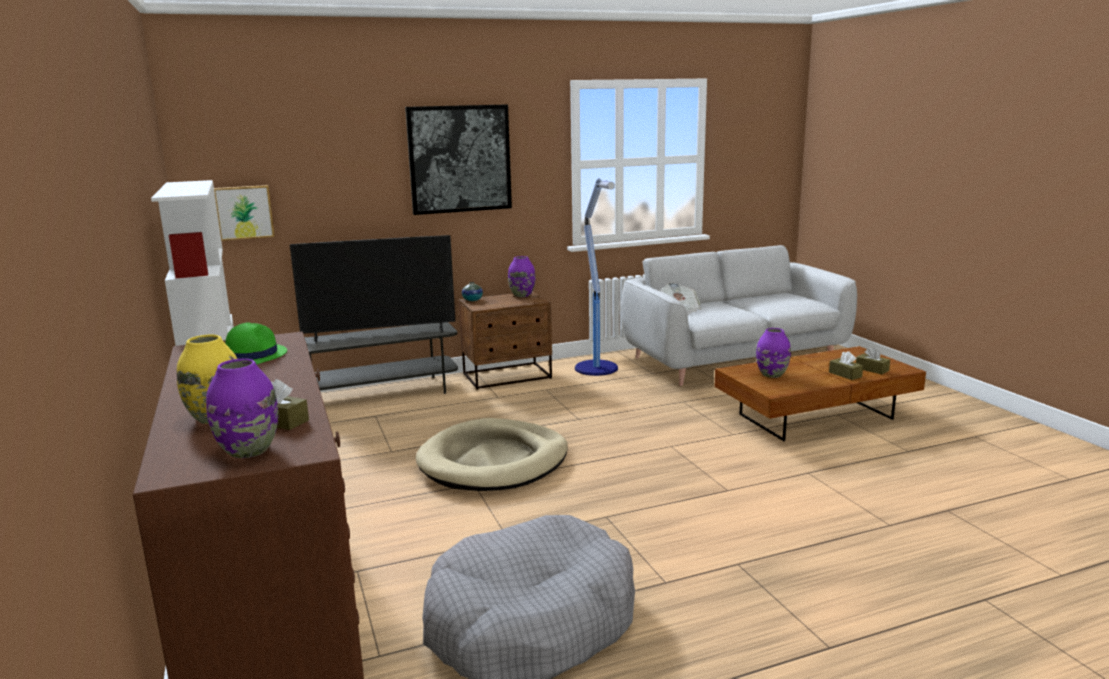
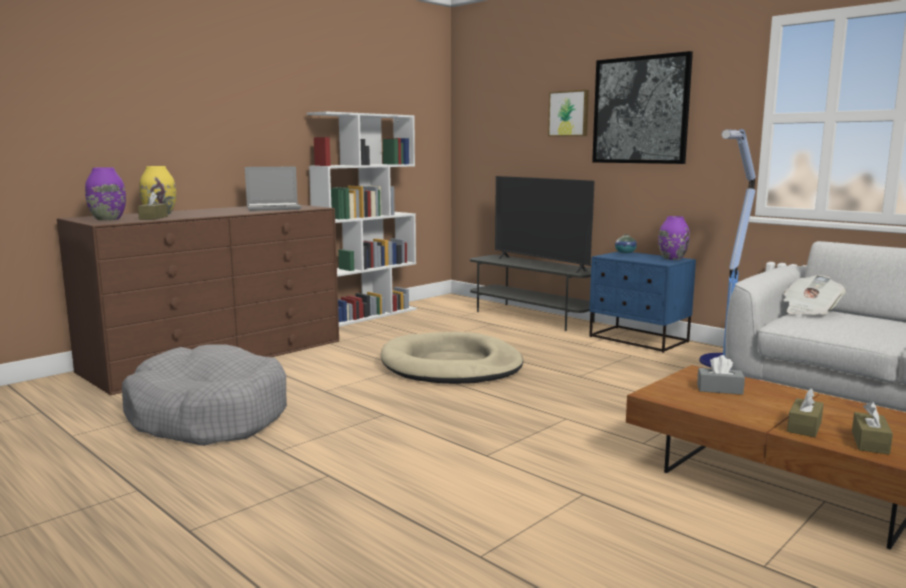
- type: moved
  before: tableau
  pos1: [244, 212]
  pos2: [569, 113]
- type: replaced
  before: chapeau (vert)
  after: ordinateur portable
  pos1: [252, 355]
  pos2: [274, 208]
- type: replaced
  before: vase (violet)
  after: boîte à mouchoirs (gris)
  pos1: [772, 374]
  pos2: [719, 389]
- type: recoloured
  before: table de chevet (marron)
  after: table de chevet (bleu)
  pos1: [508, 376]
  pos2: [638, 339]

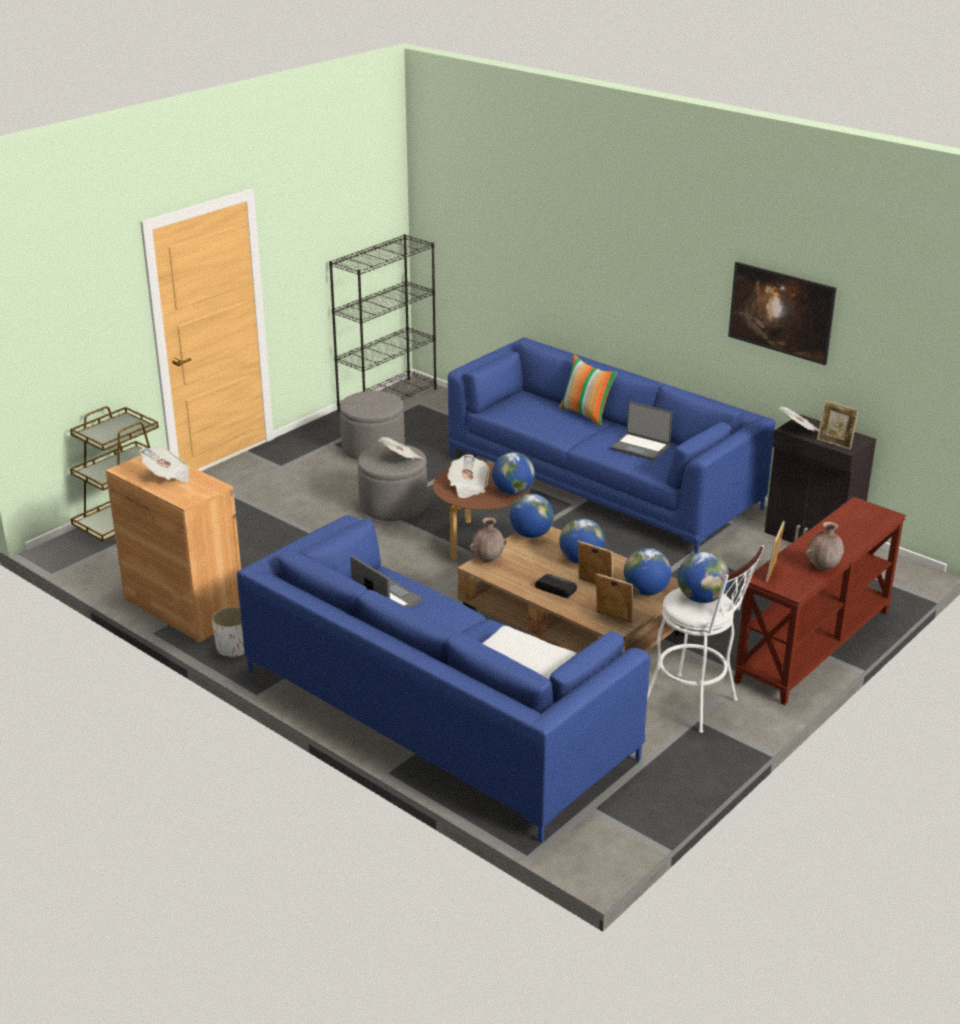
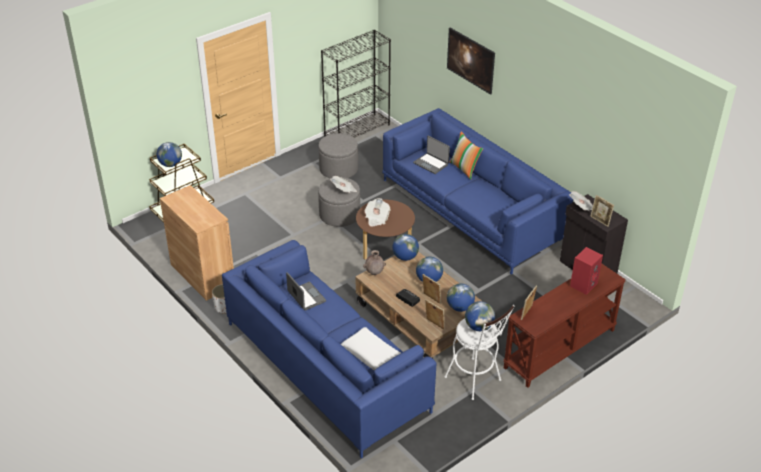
- type: removed
  before: journal
  pos1: [168, 476]
- type: removed
  before: vase (marron)
  pos1: [823, 567]
- type: added
  after: enceinte (rouge)
  pos2: [583, 284]
- type: moved
  before: globe
  pos1: [513, 492]
  pos2: [170, 164]
- type: moved
  before: ordinateur portable
  pos1: [640, 447]
  pos2: [431, 163]
- type: moved
  before: tableau
  pos1: [779, 331]
  pos2: [470, 70]

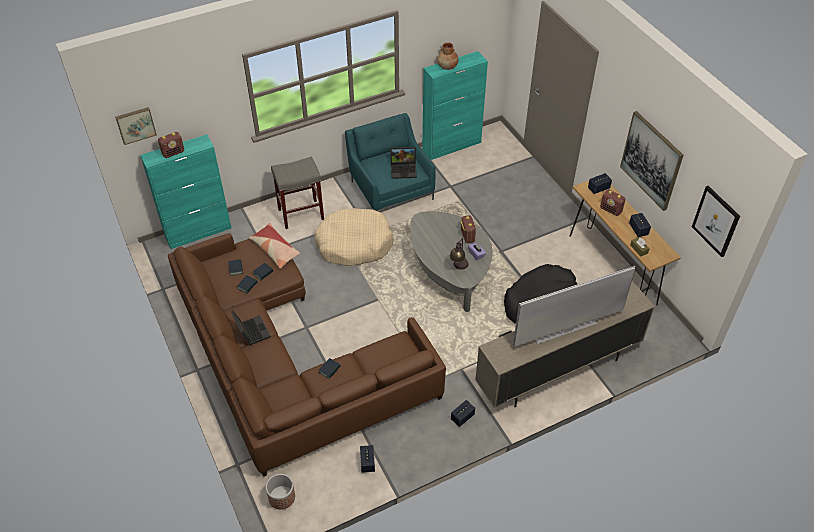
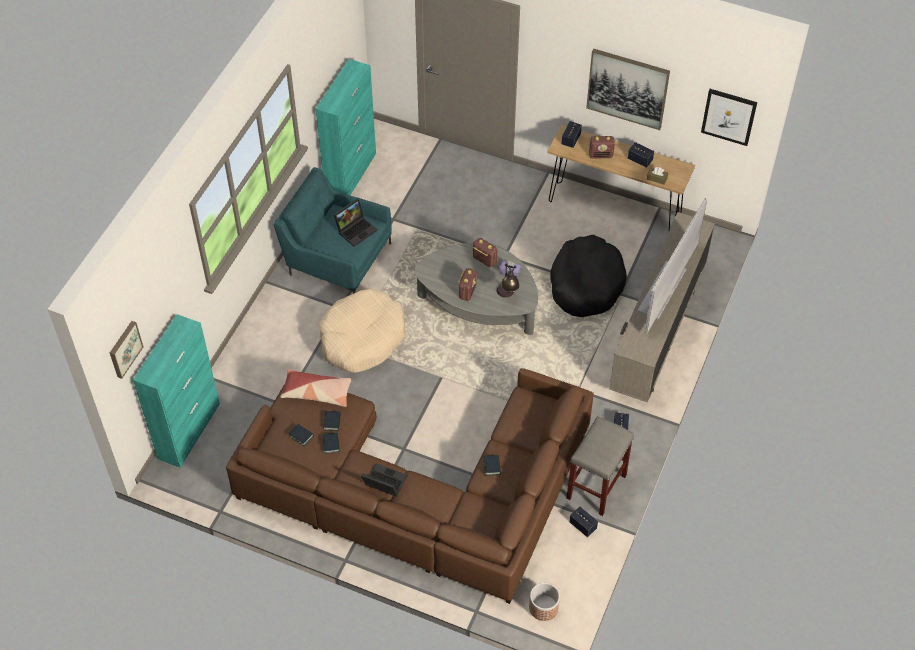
- type: removed
  before: vase (marron)
  pos1: [447, 67]
- type: moved
  before: radio
  pos1: [173, 153]
  pos2: [467, 291]
- type: moved
  before: tabouret (gris)
  pos1: [301, 214]
  pos2: [596, 486]

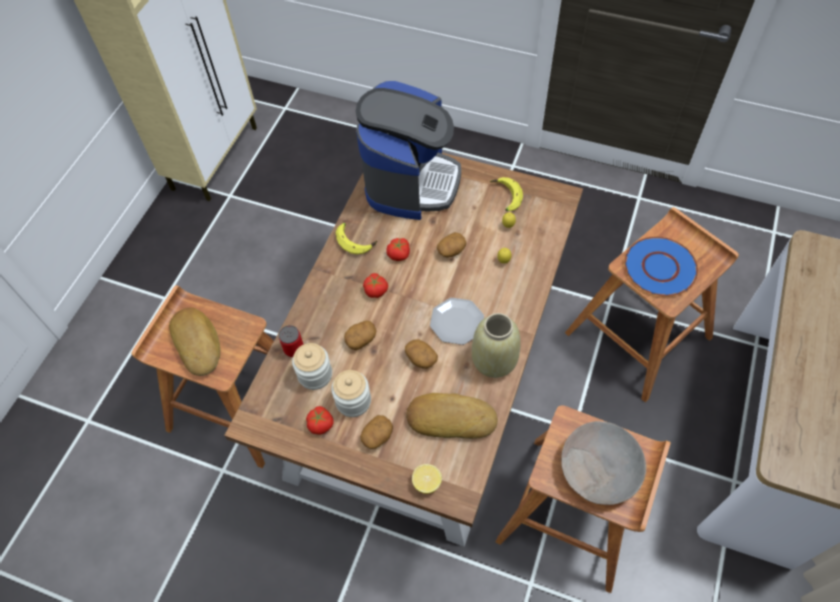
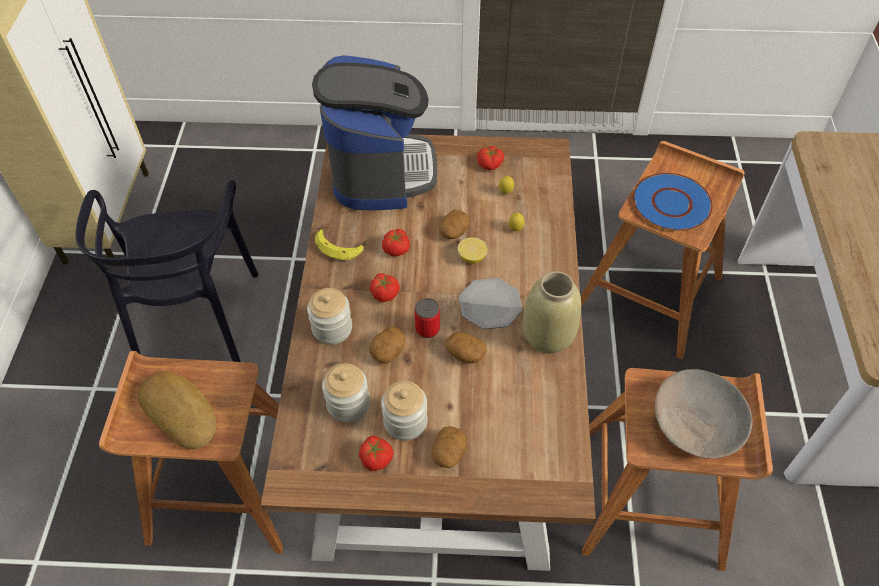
- type: removed
  before: pain
  pos1: [451, 417]
- type: added
  after: chaise (noir)
  pos2: [195, 320]
- type: added
  after: bocal
  pos2: [332, 328]
- type: moved
  before: boîte métallique
  pos1: [294, 349]
  pos2: [427, 329]
- type: moved
  before: citron
  pos1: [427, 482]
  pos2: [472, 257]
- type: replaced
  before: banane
  after: tomate
  pos1: [504, 197]
  pos2: [490, 164]

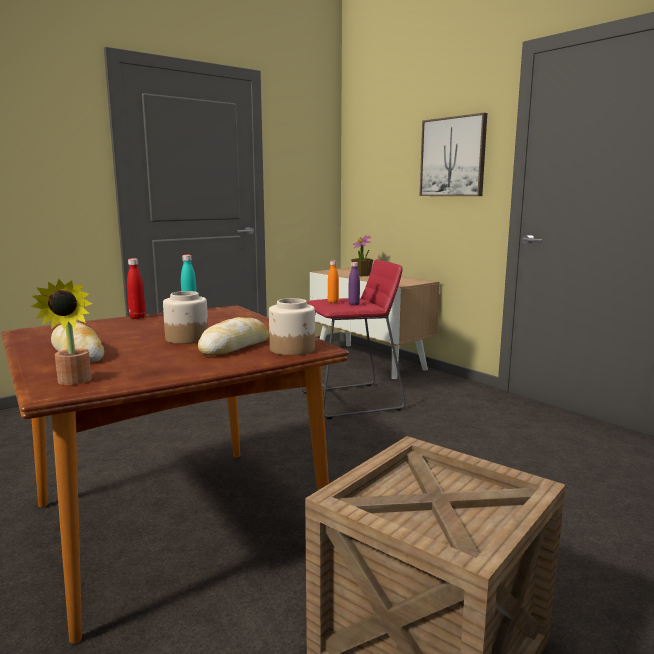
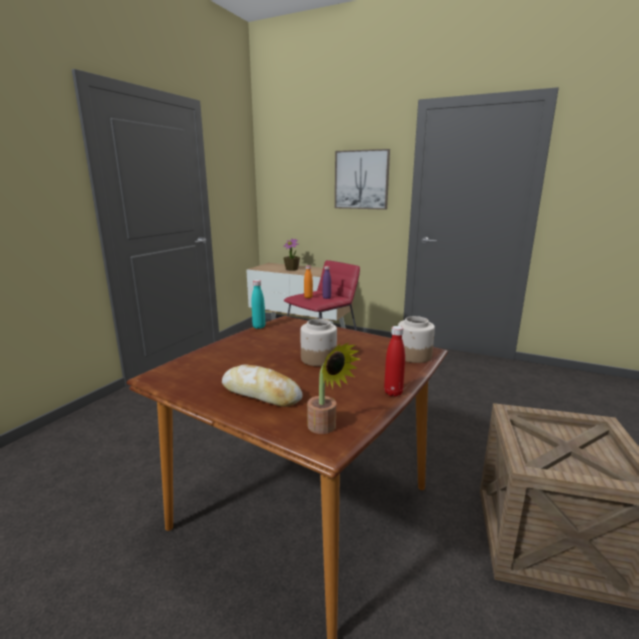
- type: removed
  before: pain
  pos1: [235, 346]
- type: moved
  before: bouteille (rouge)
  pos1: [137, 317]
  pos2: [393, 393]

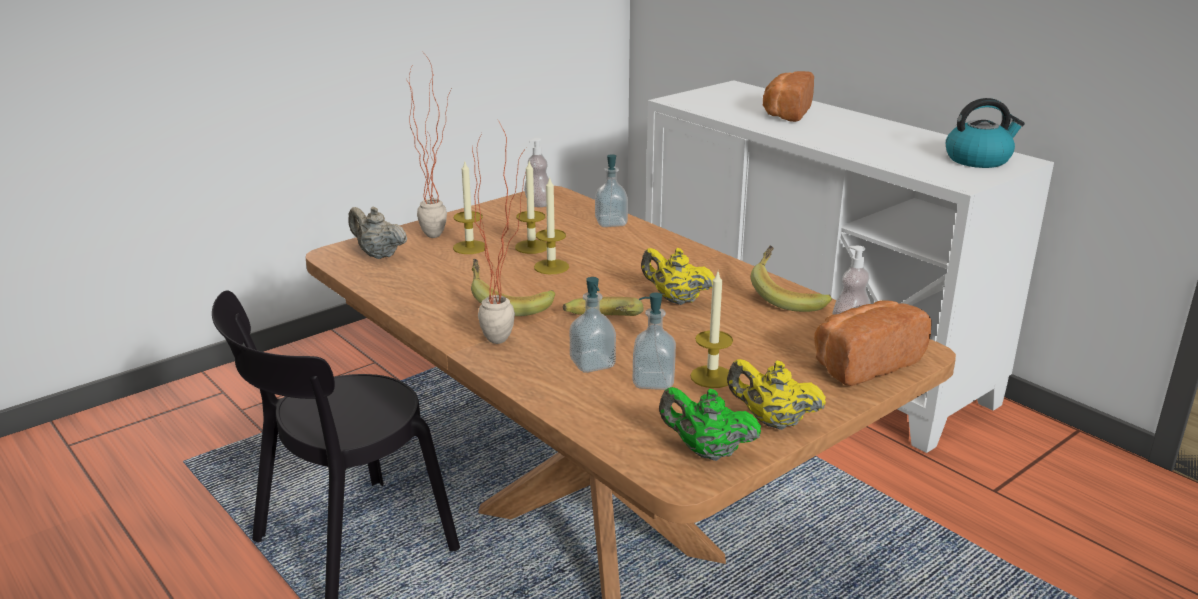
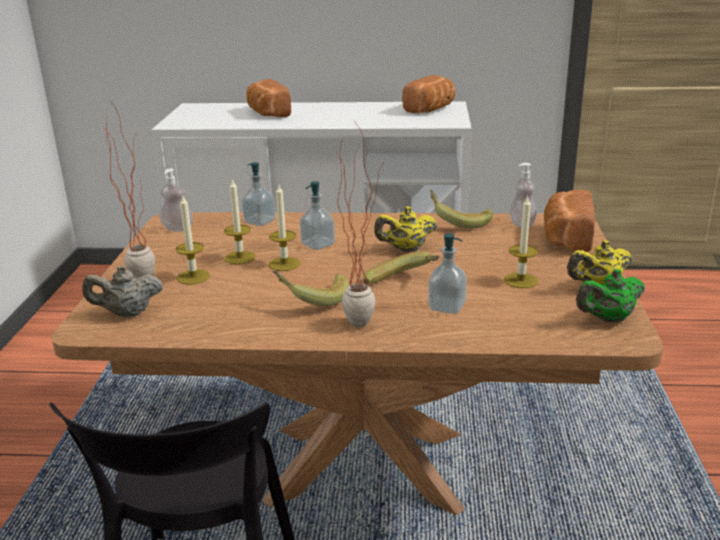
- type: moved
  before: distributeur de savon
  pos1: [653, 381]
  pos2: [318, 245]
- type: replaced
  before: bouilloire
  after: pain
  pos1: [978, 159]
  pos2: [431, 109]

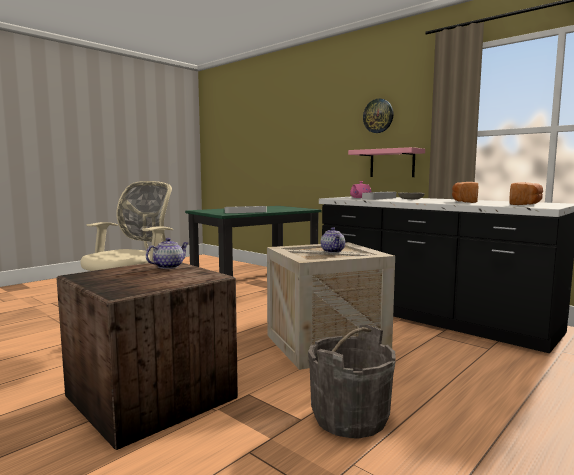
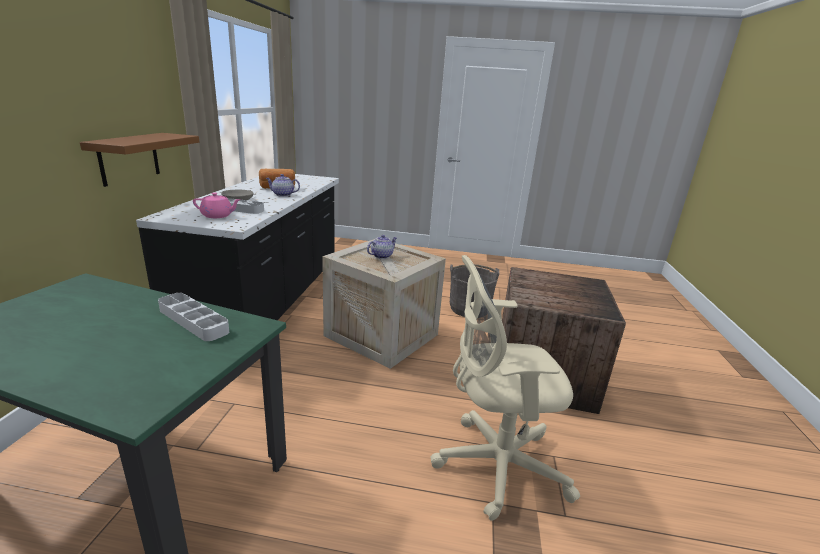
- type: removed
  before: horloge murale
  pos1: [378, 116]
- type: removed
  before: pain
  pos1: [526, 204]
- type: moved
  before: théière
  pos1: [168, 266]
  pos2: [282, 195]
- type: recoloured
  before: étagère (rose)
  after: étagère (marron)
  pos1: [392, 163]
  pos2: [129, 158]

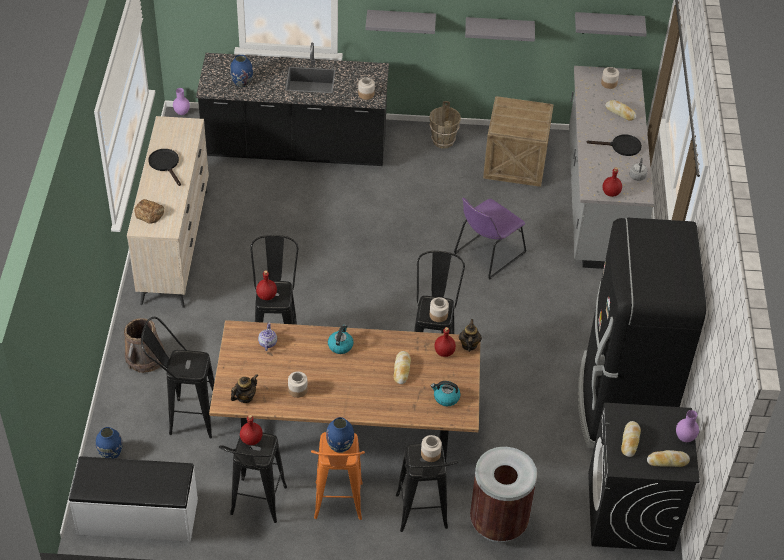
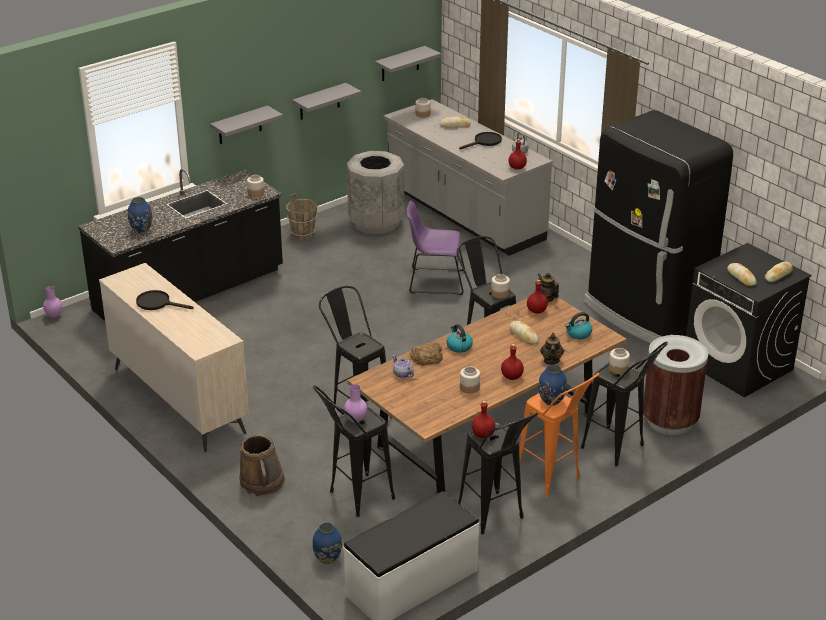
- type: moved
  before: pain
  pos1: [149, 213]
  pos2: [427, 357]
- type: moved
  before: théière
  pos1: [245, 397]
  pos2: [551, 360]
- type: moved
  before: bouteille (rouge)
  pos1: [267, 295]
  pos2: [511, 376]
- type: moved
  before: vase (violet)
  pos1: [684, 438]
  pos2: [355, 420]
- type: replaced
  before: caisse
  after: poubelle (gris)
  pos1: [515, 163]
  pos2: [376, 222]
- type: turned
  before: chaise (violet)
  pos1: [487, 254]
  pos2: [434, 281]
  turn: 90

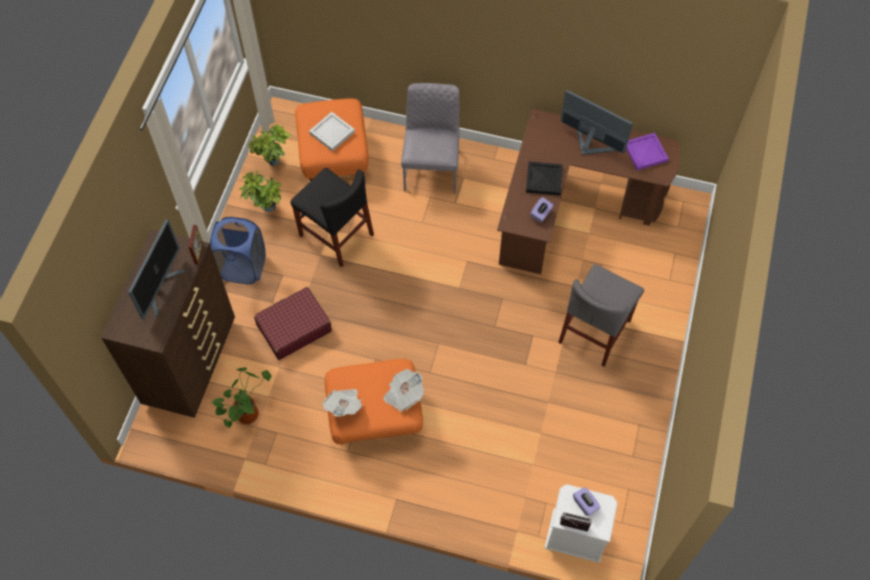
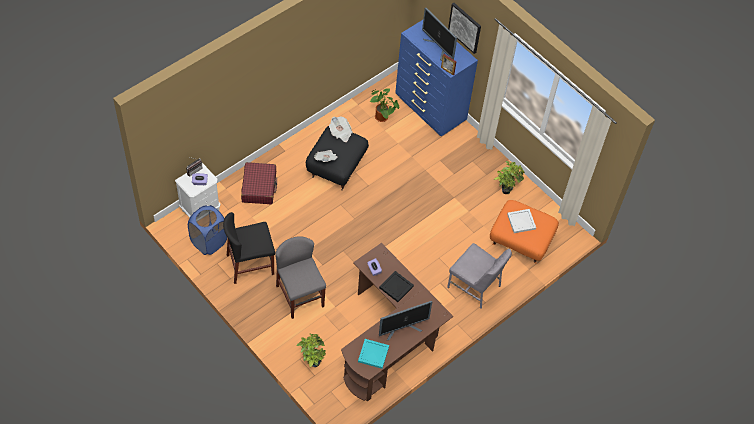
- type: added
  after: tableau
  pos2: [465, 27]
- type: moved
  before: panier à linge (bleu)
  pos1: [243, 267]
  pos2: [209, 242]
- type: moved
  before: plante en pot
  pos1: [273, 164]
  pos2: [312, 361]
- type: moved
  before: valise (rouge)
  pos1: [293, 328]
  pos2: [259, 187]
- type: moved
  before: chaise (noir)
  pos1: [336, 235]
  pos2: [250, 264]
- type: recoloured
  before: commode (marron)
  after: commode (bleu)
  pos1: [191, 362]
  pos2: [430, 110]
- type: recoloured
  before: pouf (orange)
  after: pouf (noir)
  pos1: [374, 416]
  pos2: [336, 167]
- type: recoloured
  before: plateau (violet)
  after: plateau (turquoise)
  pos1: [645, 152]
  pos2: [373, 354]

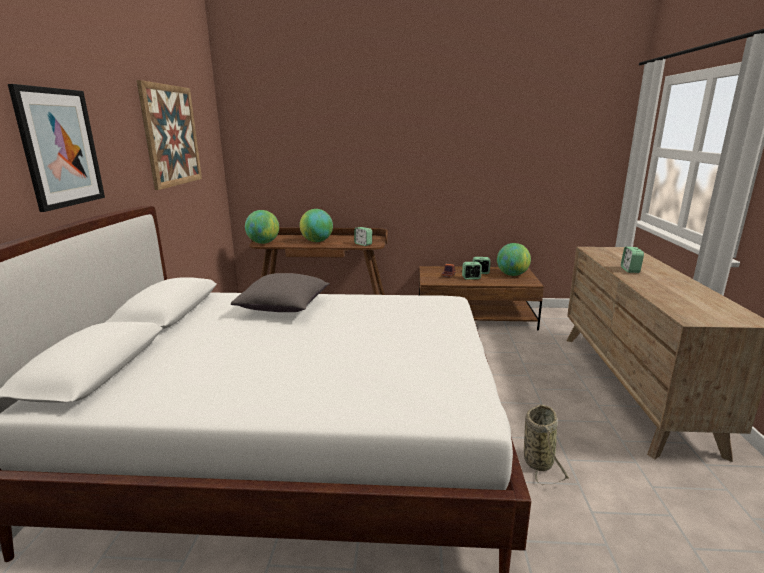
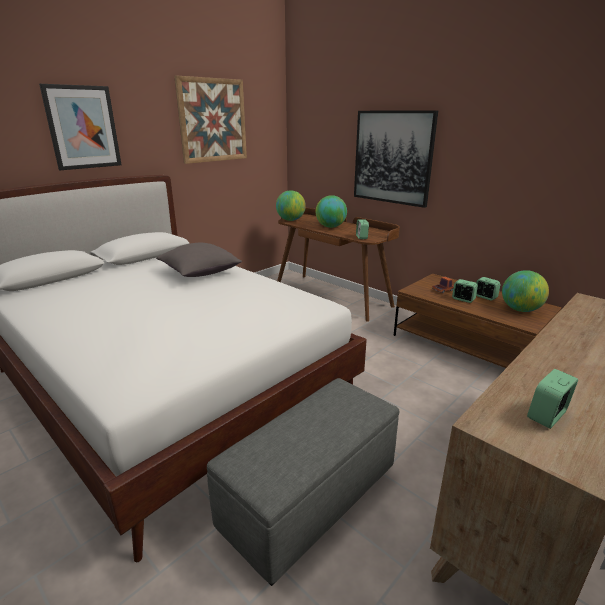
- type: added
  after: tableau
  pos2: [392, 157]
- type: moved
  before: réveil
  pos1: [630, 270]
  pos2: [547, 416]
- type: replaced
  before: panier
  after: pouf (gris)
  pos1: [537, 460]
  pos2: [311, 497]

